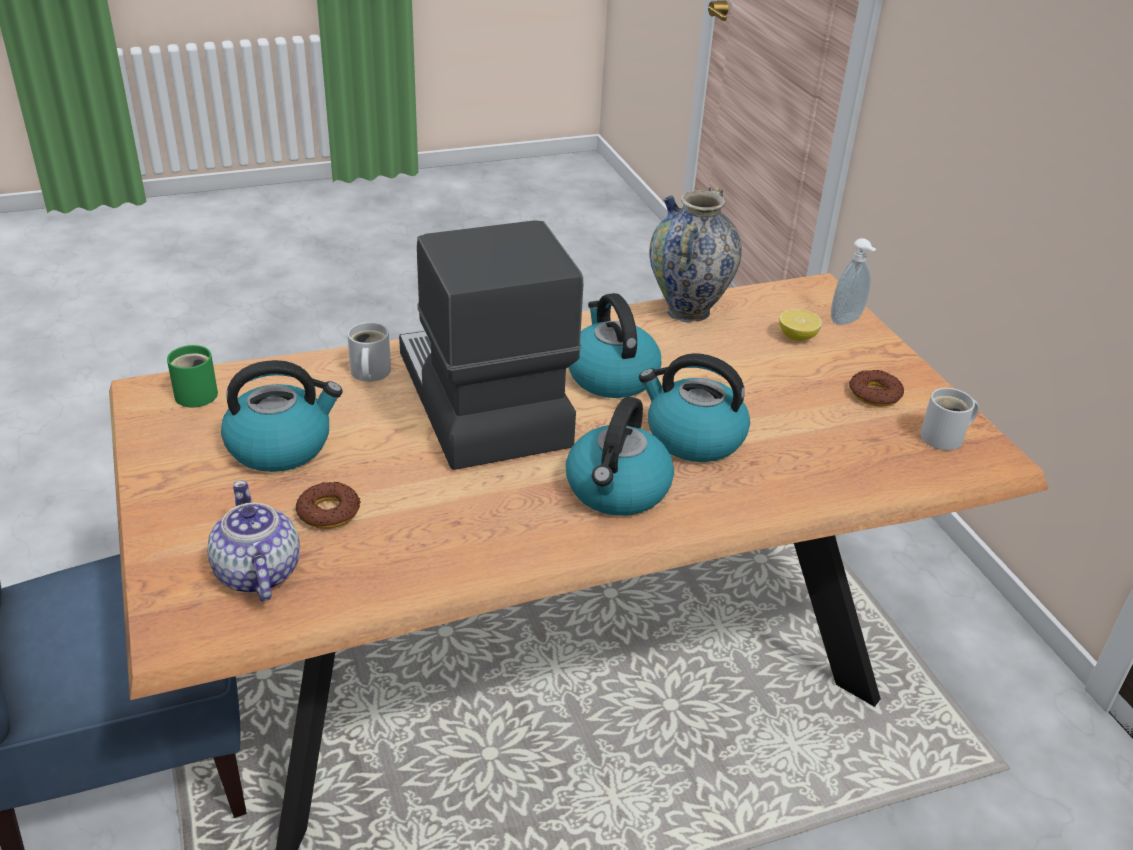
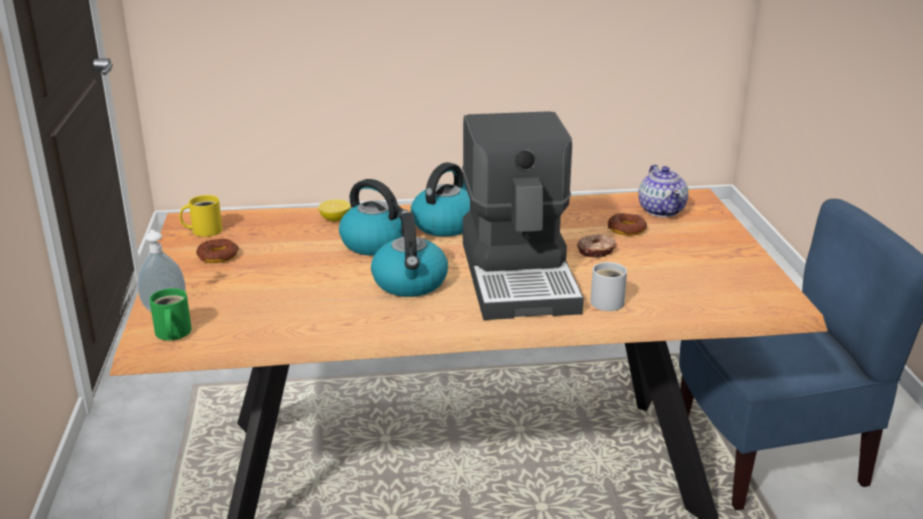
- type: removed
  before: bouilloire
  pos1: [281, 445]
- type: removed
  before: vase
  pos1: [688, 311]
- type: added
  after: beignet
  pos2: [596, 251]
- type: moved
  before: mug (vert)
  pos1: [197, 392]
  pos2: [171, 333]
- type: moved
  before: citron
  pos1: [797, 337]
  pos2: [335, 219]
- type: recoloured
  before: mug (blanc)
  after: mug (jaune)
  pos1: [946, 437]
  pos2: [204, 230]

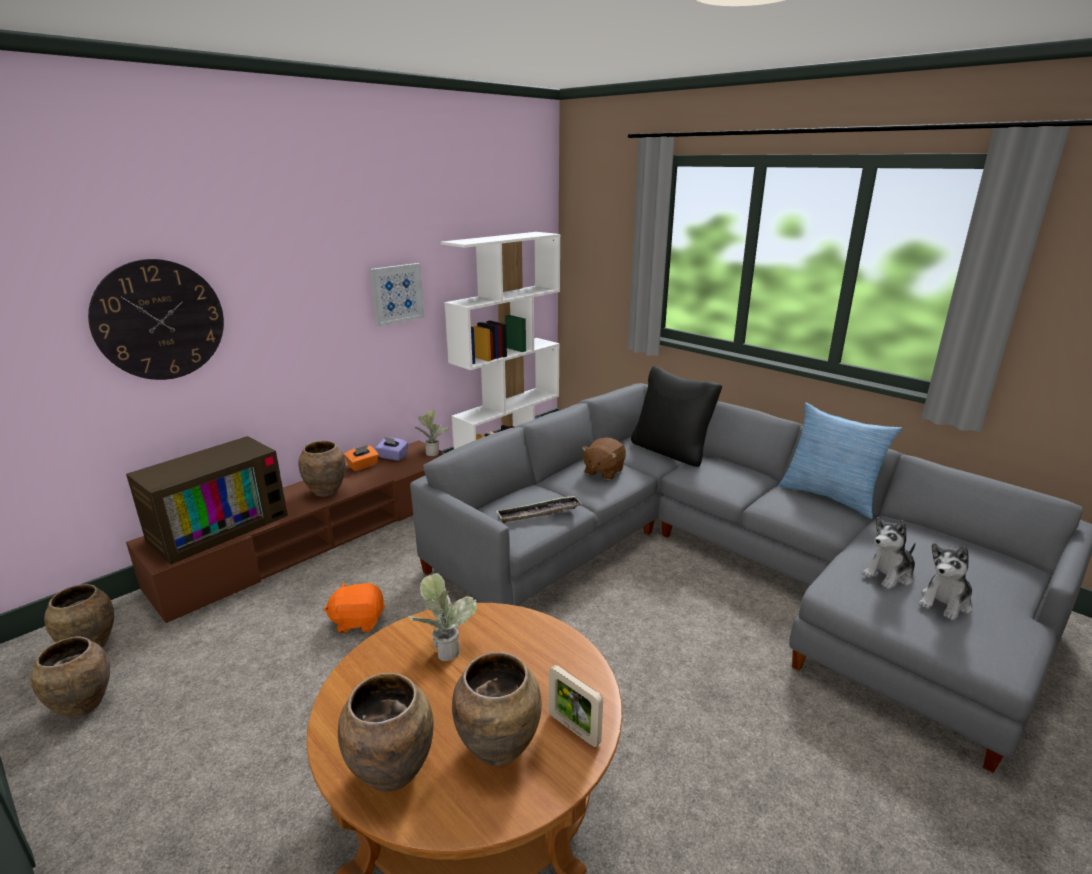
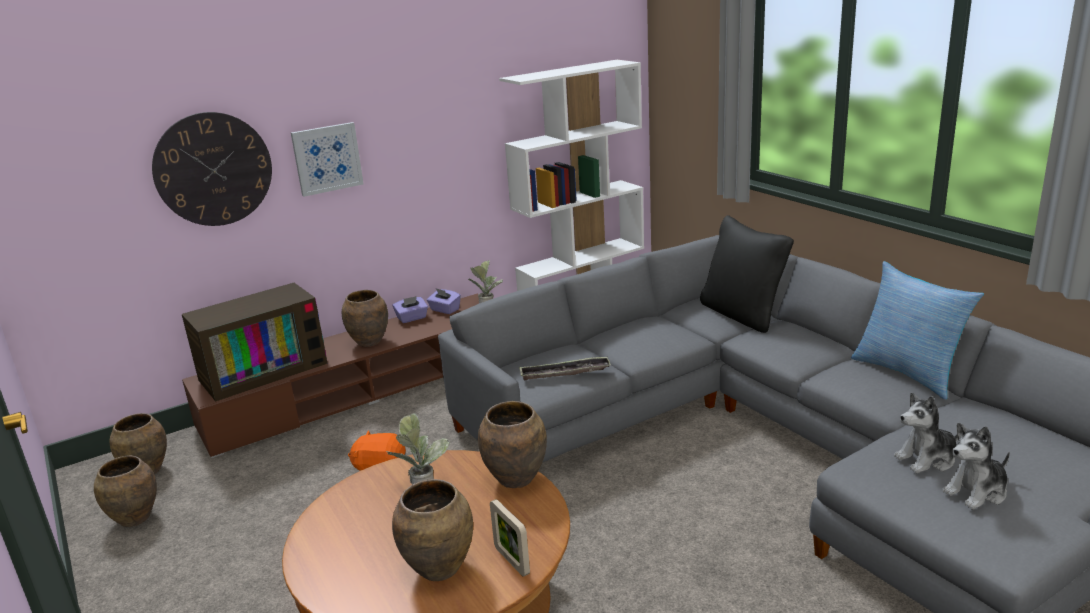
- type: removed
  before: peluche (marron)
  pos1: [603, 472]
- type: moved
  before: vase (marron)
  pos1: [393, 772]
  pos2: [516, 479]
- type: moved
  before: tableau
  pos1: [397, 294]
  pos2: [327, 158]
- type: recoloured
  before: boîte à mouchoirs (orange)
  after: boîte à mouchoirs (violet)
  pos1: [363, 466]
  pos2: [412, 318]

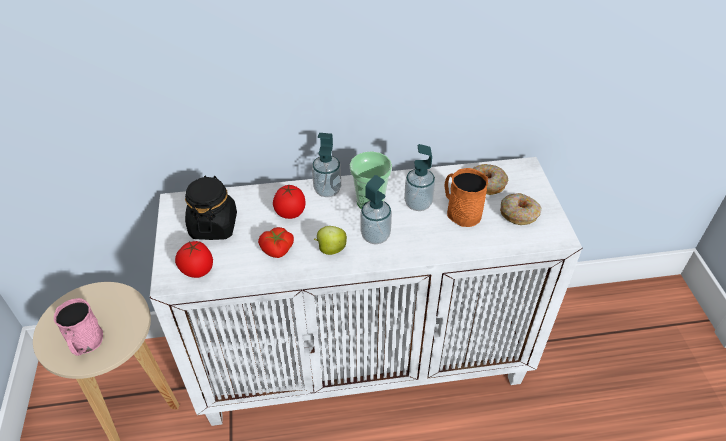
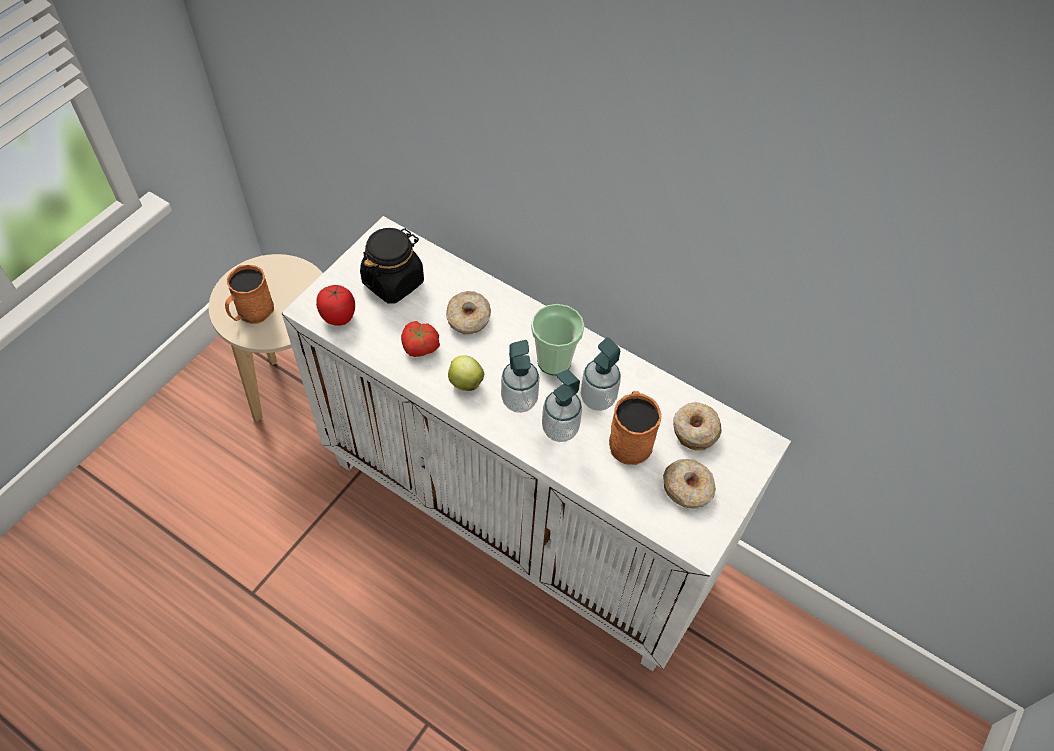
- type: moved
  before: distributeur de savon
  pos1: [327, 190]
  pos2: [560, 429]
- type: replaced
  before: tomate
  after: beignet
  pos1: [290, 213]
  pos2: [469, 318]
- type: recoloured
  before: mug (rose)
  after: mug (orange)
  pos1: [85, 343]
  pos2: [251, 313]

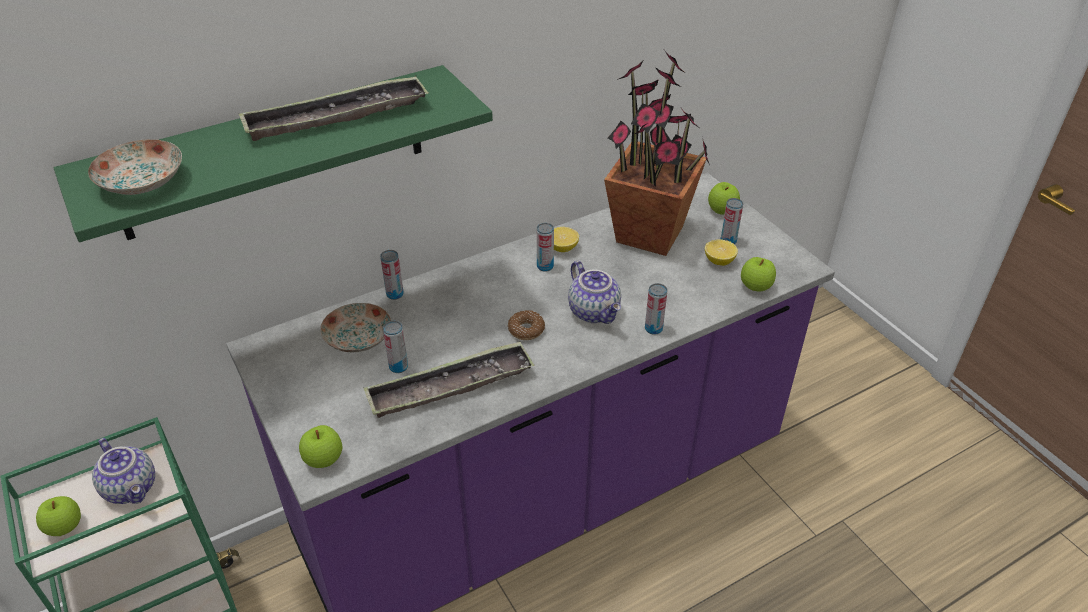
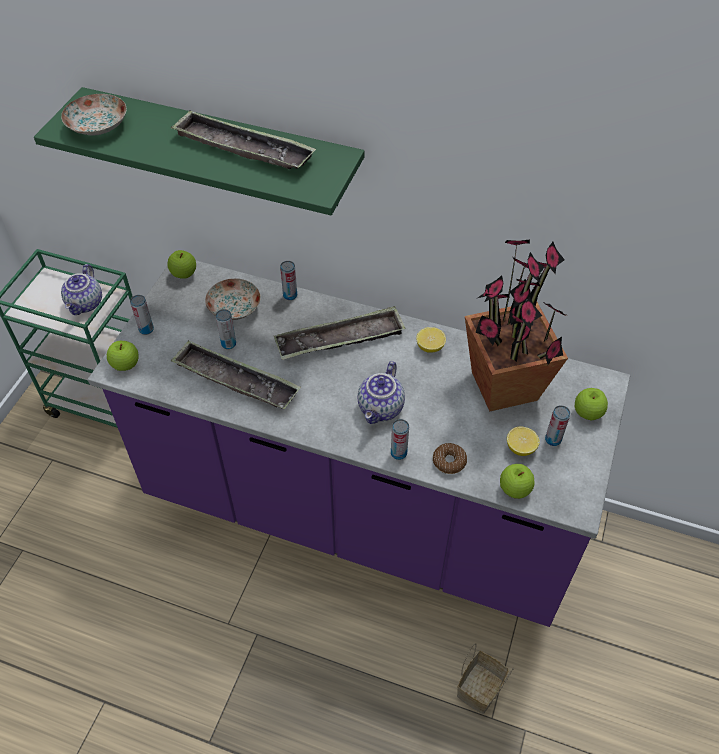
- type: added
  after: plateau
  pos2: [340, 339]
- type: added
  after: panier
  pos2: [479, 690]
- type: moved
  before: pomme
  pos1: [65, 527]
  pos2: [184, 274]
- type: moved
  before: beignet
  pos1: [526, 330]
  pos2: [449, 461]
- type: moved
  before: boîte métallique
  pos1: [545, 266]
  pos2: [146, 329]

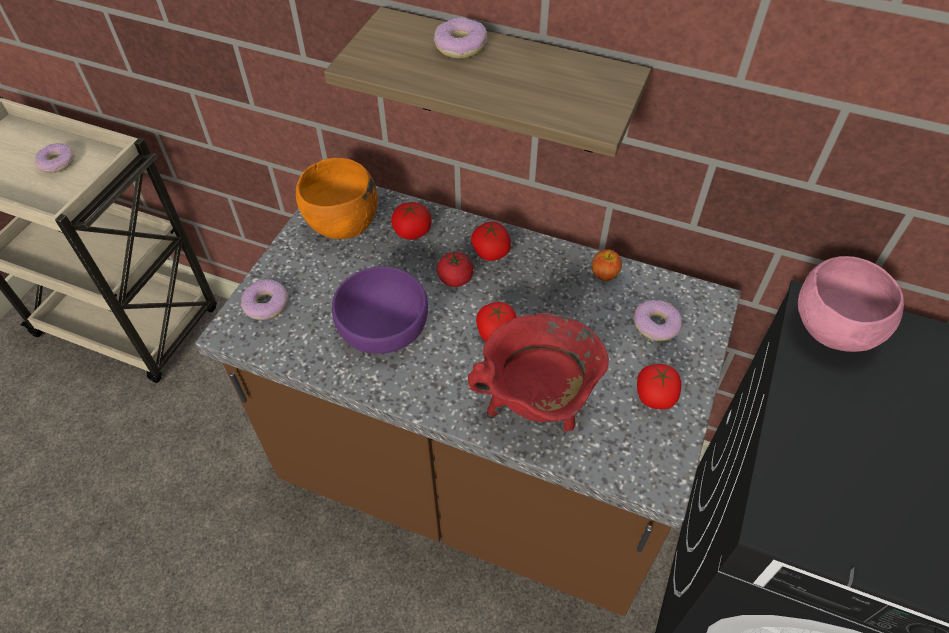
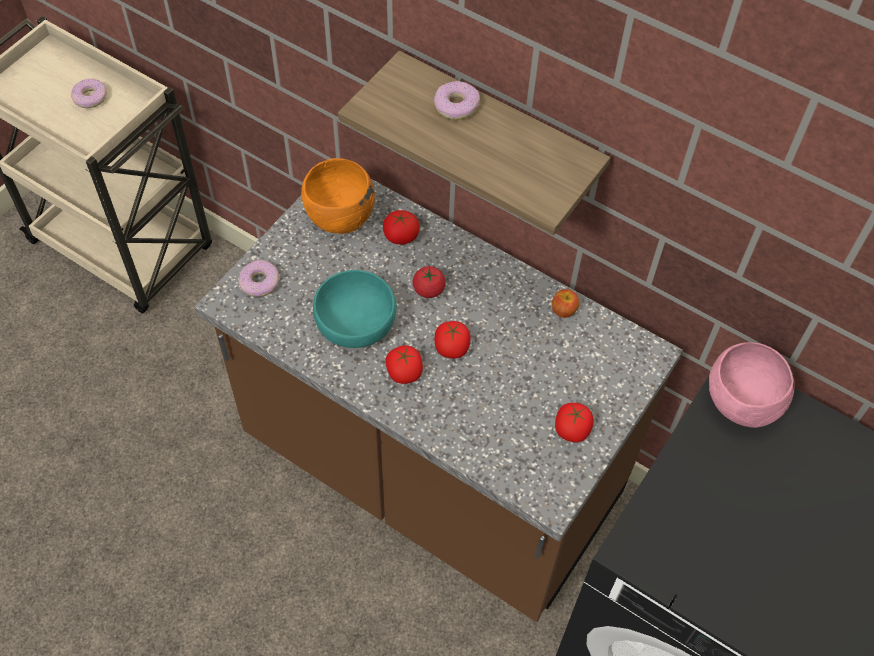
- type: removed
  before: marmite (rouge)
  pos1: [537, 405]
- type: removed
  before: beignet
  pos1: [656, 325]
- type: moved
  before: tomate
  pos1: [491, 252]
  pos2: [404, 372]
- type: recoloured
  before: bol (violet)
  after: bol (turquoise)
  pos1: [382, 327]
  pos2: [355, 322]

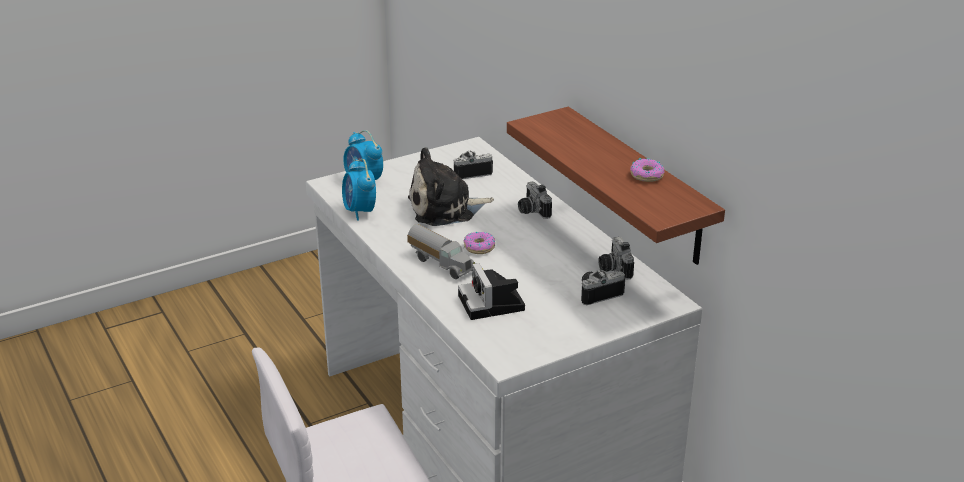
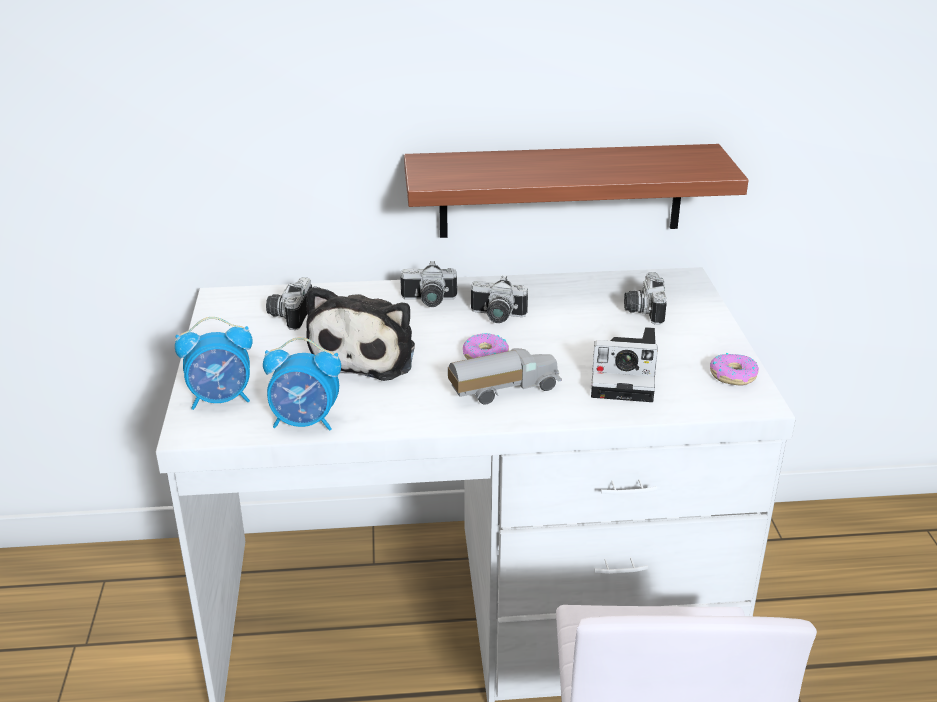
- type: moved
  before: appareil photo
  pos1: [613, 268]
  pos2: [496, 317]
- type: moved
  before: beignet
  pos1: [647, 175]
  pos2: [733, 375]

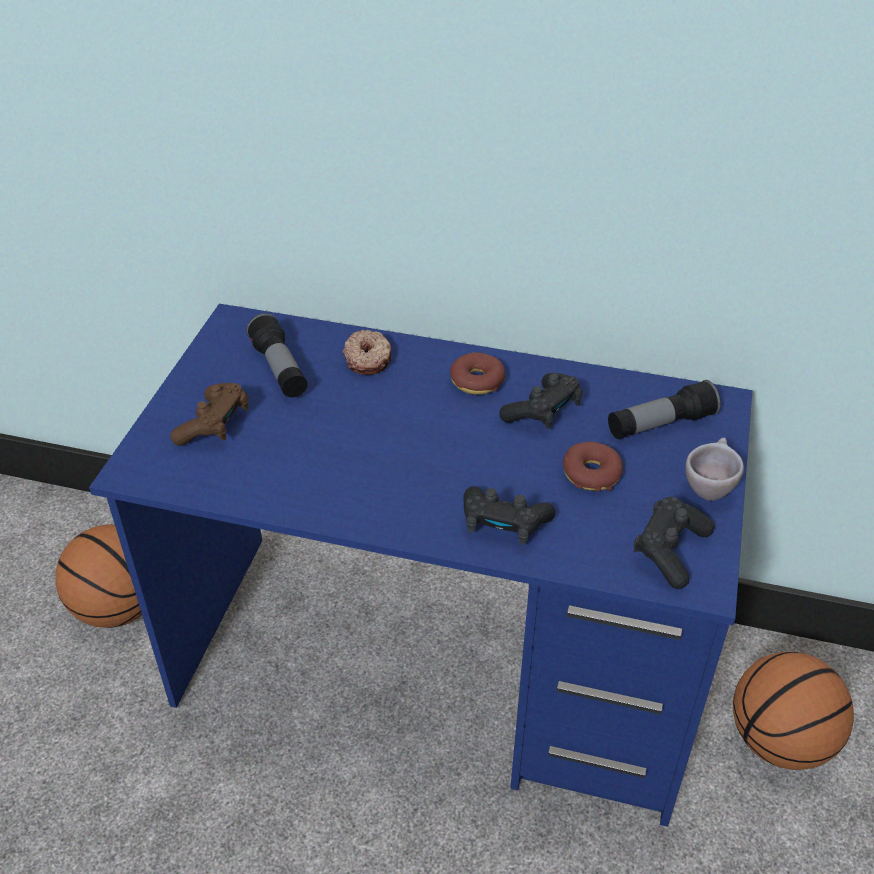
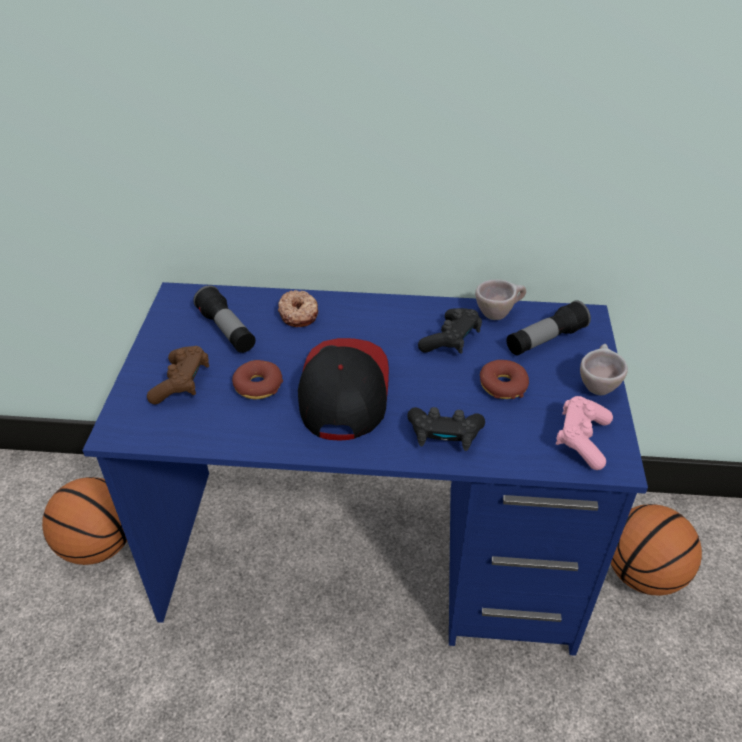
- type: added
  after: casquette
  pos2: [343, 391]
- type: added
  after: tasse (beige)
  pos2: [498, 314]
- type: moved
  before: beignet
  pos1: [477, 381]
  pos2: [258, 386]
- type: recoloured
  before: manette (noir)
  after: manette (rose)
  pos1: [670, 551]
  pos2: [582, 440]

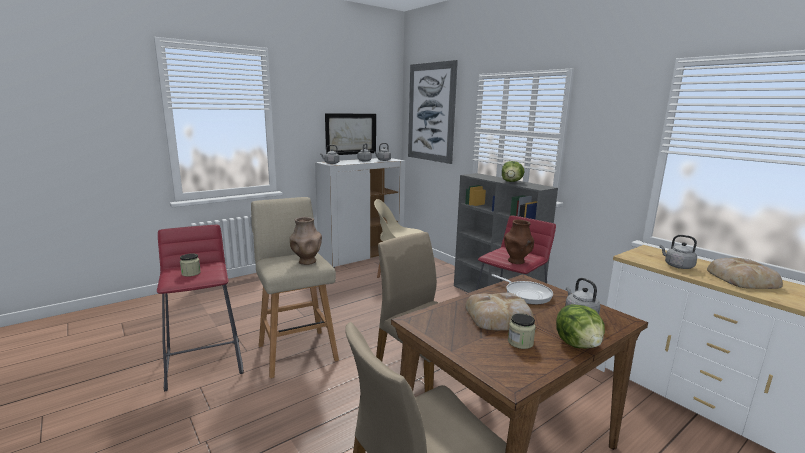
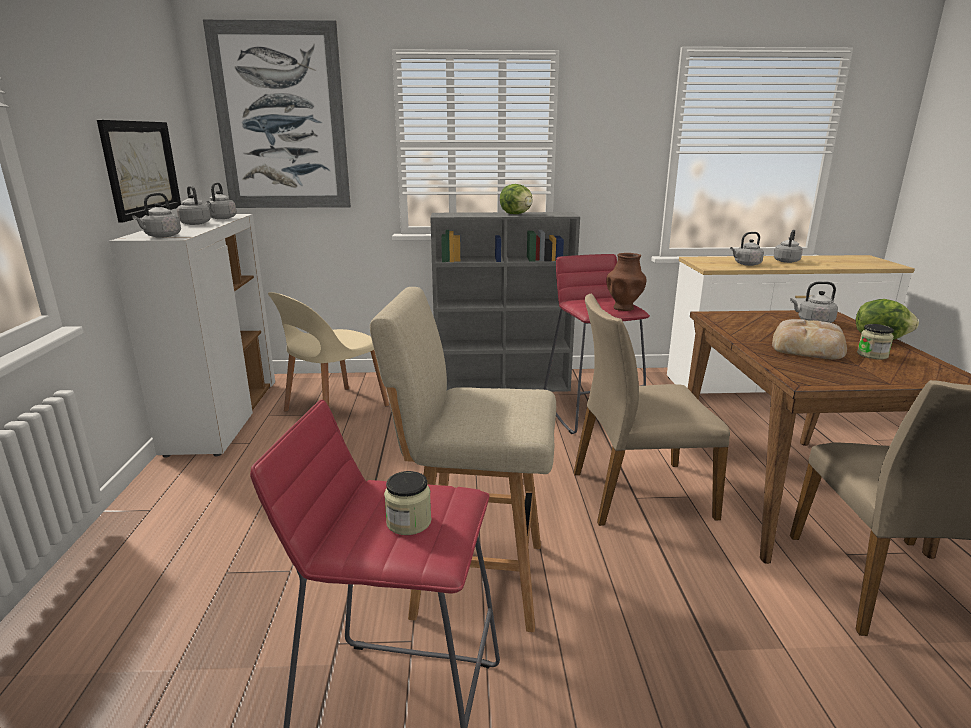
- type: removed
  before: vase (marron)
  pos1: [306, 262]
- type: removed
  before: poêle
  pos1: [525, 294]
- type: replaced
  before: pain
  after: bouilloire (gris)
  pos1: [742, 278]
  pos2: [786, 261]

